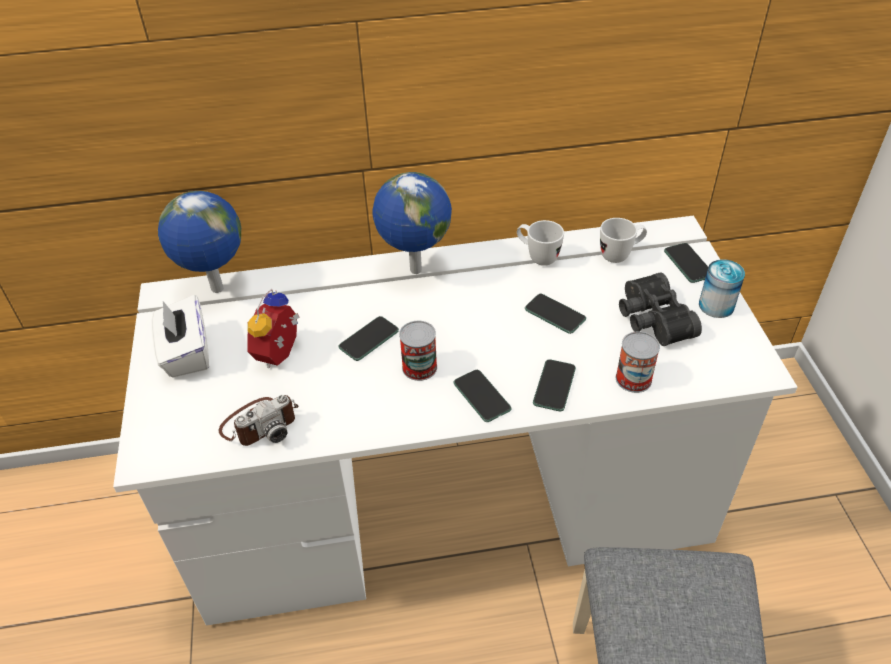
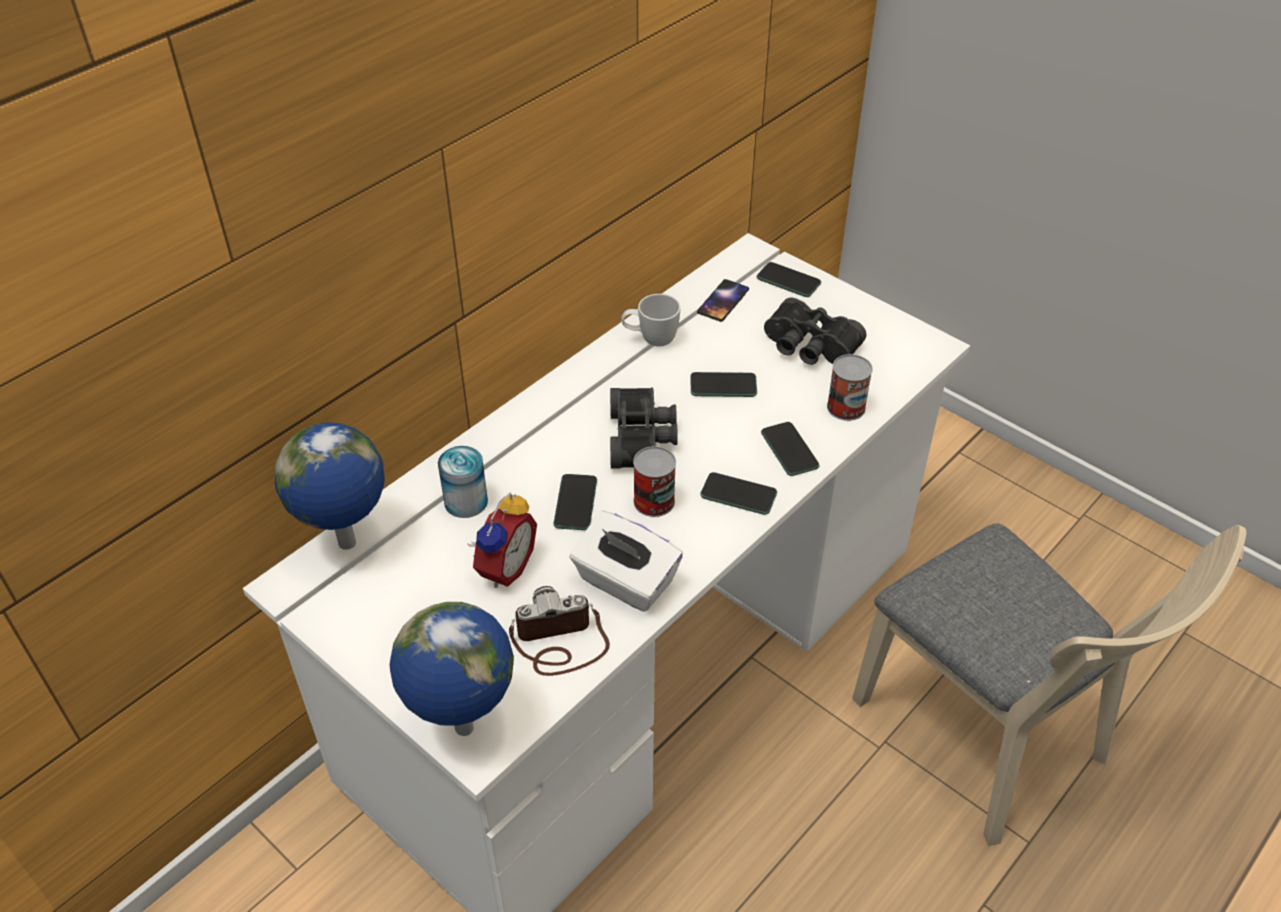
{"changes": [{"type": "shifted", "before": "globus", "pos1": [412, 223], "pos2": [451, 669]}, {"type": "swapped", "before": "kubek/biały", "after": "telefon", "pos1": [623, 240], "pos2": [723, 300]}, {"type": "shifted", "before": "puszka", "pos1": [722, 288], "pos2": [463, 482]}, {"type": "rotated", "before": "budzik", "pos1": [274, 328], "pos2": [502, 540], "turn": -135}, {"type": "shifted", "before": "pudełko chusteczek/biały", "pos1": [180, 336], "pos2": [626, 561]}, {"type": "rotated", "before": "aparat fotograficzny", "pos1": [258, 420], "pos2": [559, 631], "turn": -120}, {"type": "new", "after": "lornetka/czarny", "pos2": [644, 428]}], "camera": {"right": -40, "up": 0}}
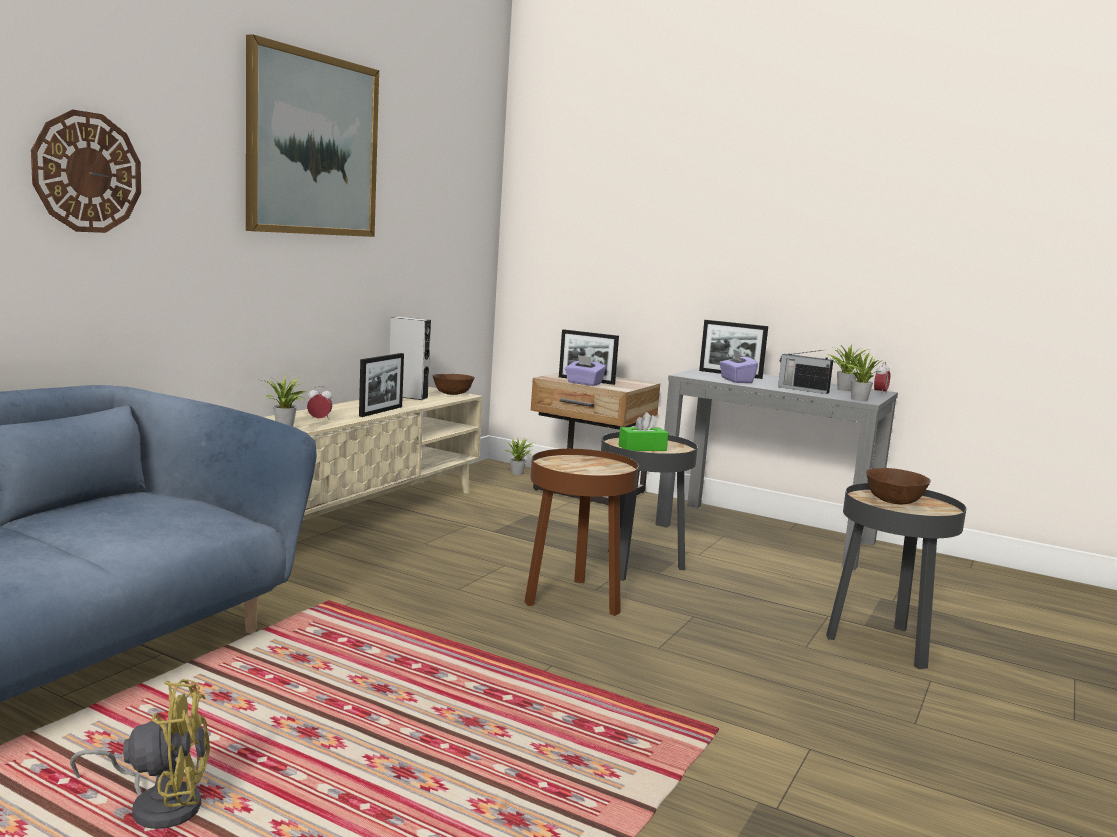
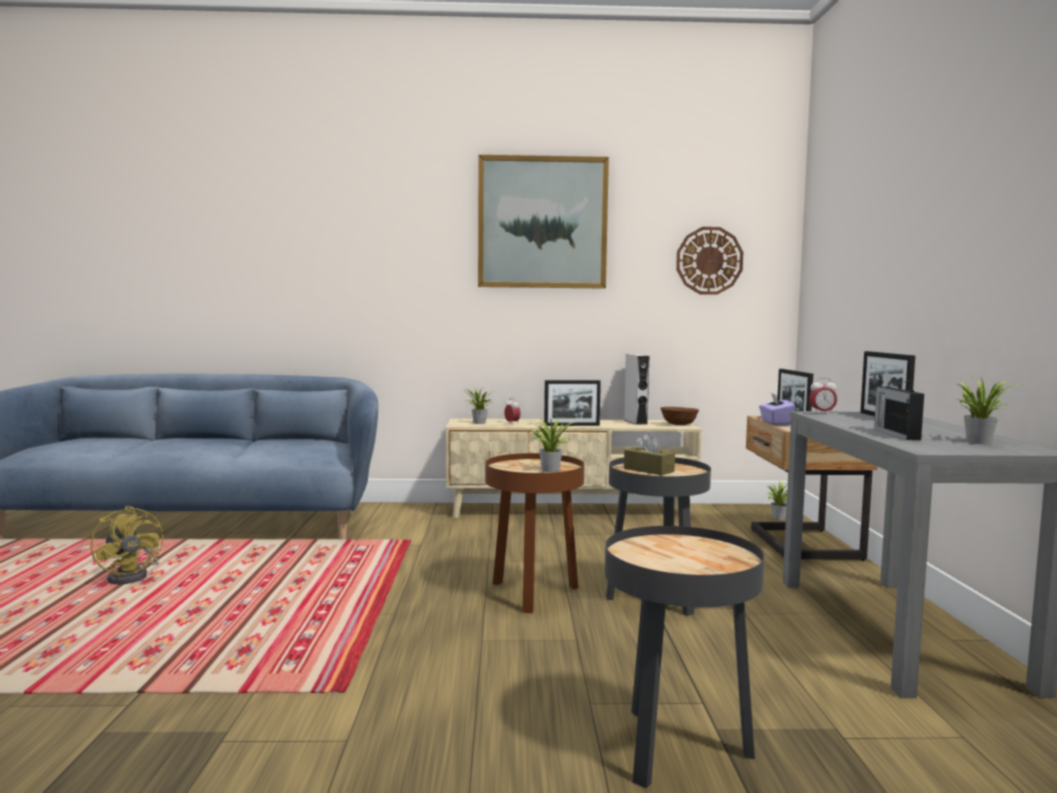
{"changes": [{"type": "shifted", "before": "zegar ścienny", "pos1": [86, 171], "pos2": [709, 261]}, {"type": "gone", "before": "pudełko chusteczek/fioletowy", "pos1": [738, 366]}, {"type": "shifted", "before": "roślina doniczkowa", "pos1": [863, 377], "pos2": [553, 445]}, {"type": "shifted", "before": "budzik", "pos1": [882, 378], "pos2": [823, 396]}, {"type": "repainted", "before": "pudełko chusteczek/zielony", "after": "pudełko chusteczek/brązowy", "pos1": [643, 431], "pos2": [649, 454]}, {"type": "gone", "before": "miska/brązowy", "pos1": [898, 486]}], "camera": {"right": 60, "up": -5}}
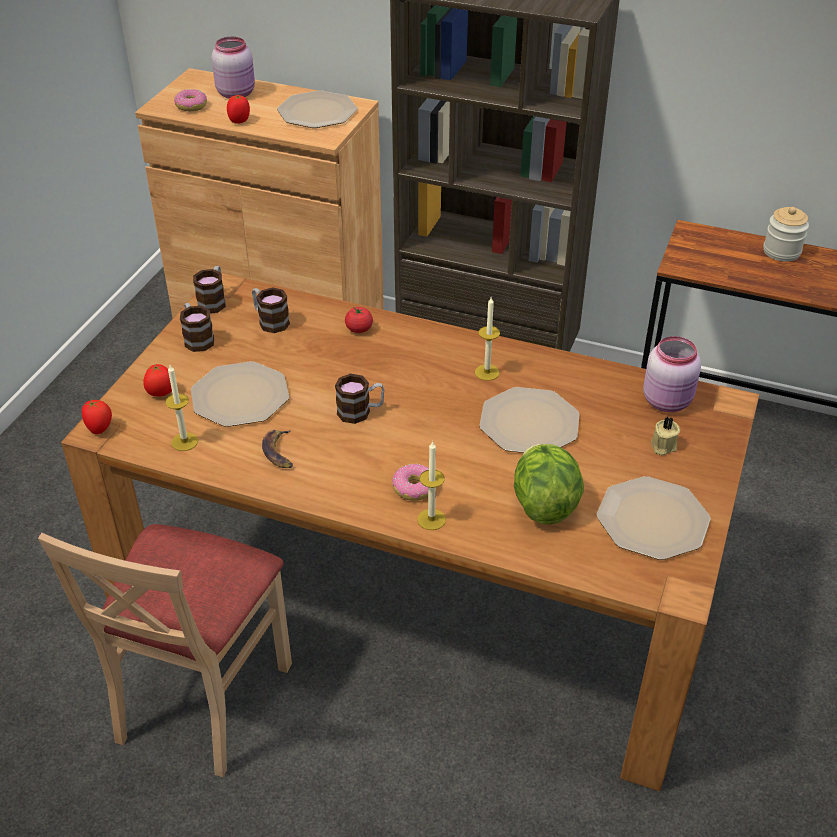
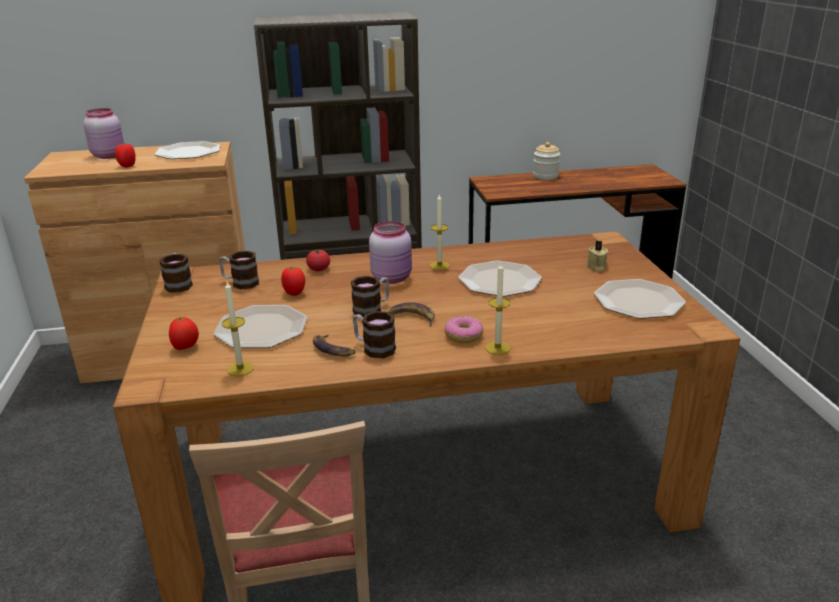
{"changes": [{"type": "gone", "before": "donut", "pos1": [190, 100]}, {"type": "shifted", "before": "kubek", "pos1": [197, 327], "pos2": [374, 334]}, {"type": "shifted", "before": "słoik/różowy", "pos1": [672, 374], "pos2": [390, 252]}, {"type": "shifted", "before": "pomidor", "pos1": [97, 417], "pos2": [293, 281]}, {"type": "gone", "before": "sałata", "pos1": [549, 484]}, {"type": "new", "after": "banan", "pos2": [411, 314]}], "camera": {"right": -30, "up": -15}}
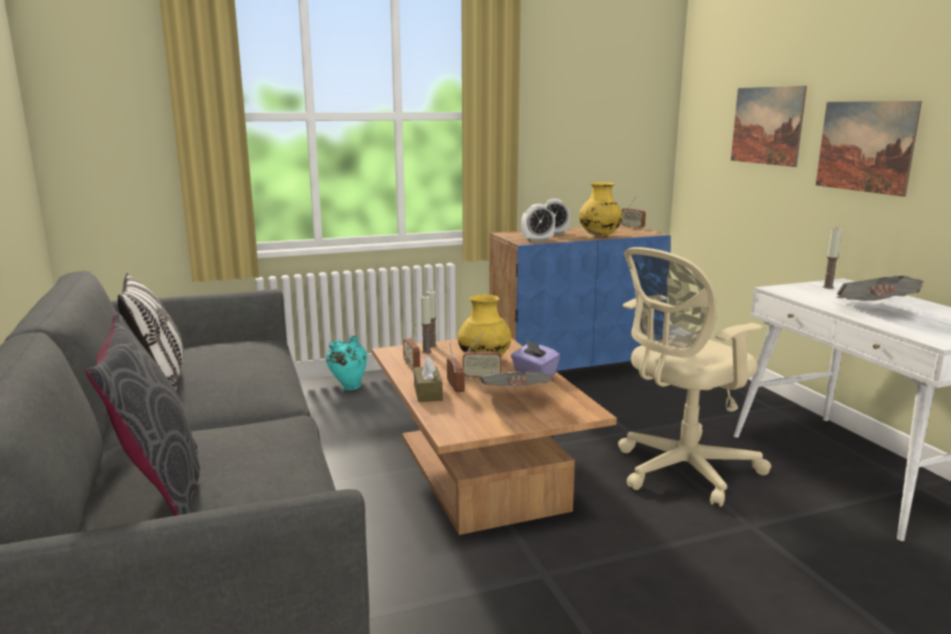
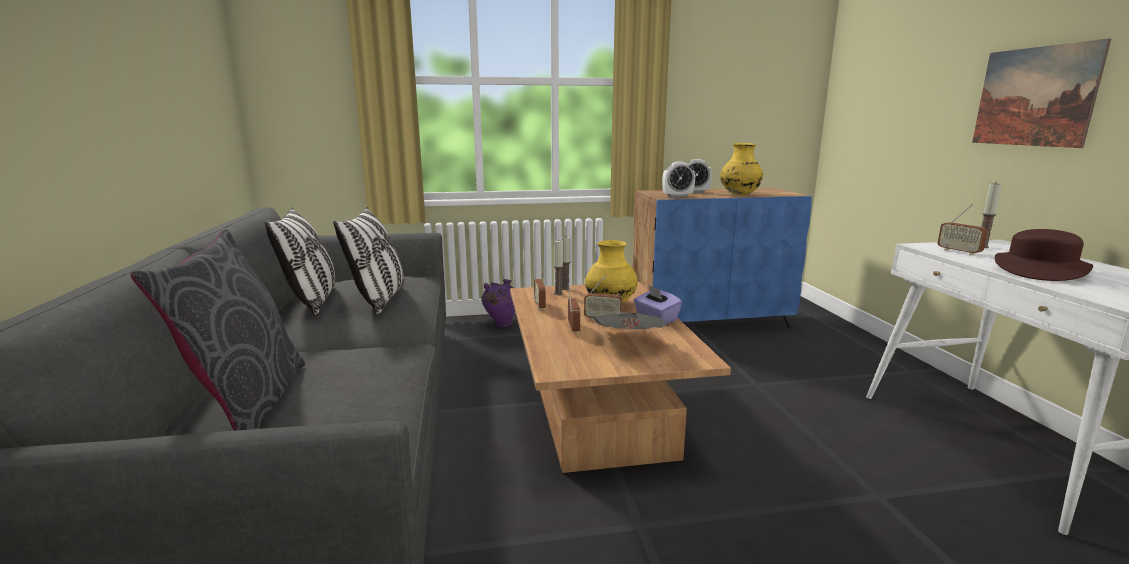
{"changes": [{"type": "gone", "before": "obraz", "pos1": [769, 126]}, {"type": "shifted", "before": "radio", "pos1": [633, 212], "pos2": [963, 229]}, {"type": "gone", "before": "krzesło biurowe/beżowy", "pos1": [694, 377]}, {"type": "swapped", "before": "gazeta", "after": "kapelusz/brązowy", "pos1": [880, 288], "pos2": [1044, 255]}, {"type": "repainted", "before": "wazon/turkusowy", "after": "wazon/fioletowy", "pos1": [346, 363], "pos2": [498, 303]}, {"type": "gone", "before": "pudełko chusteczek/brązowy", "pos1": [428, 379]}, {"type": "new", "after": "poduszka", "pos2": [368, 261]}], "camera": {"right": 10, "up": 0}}
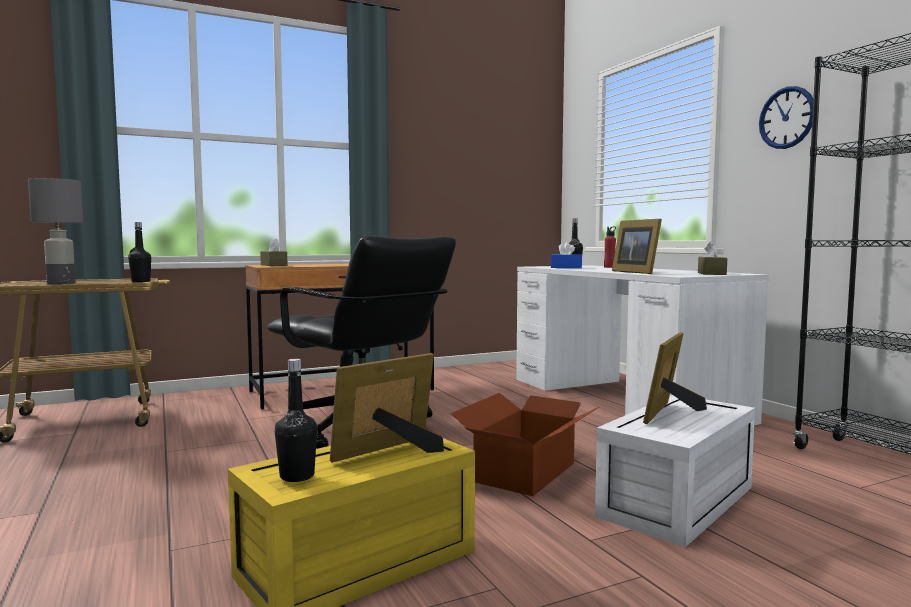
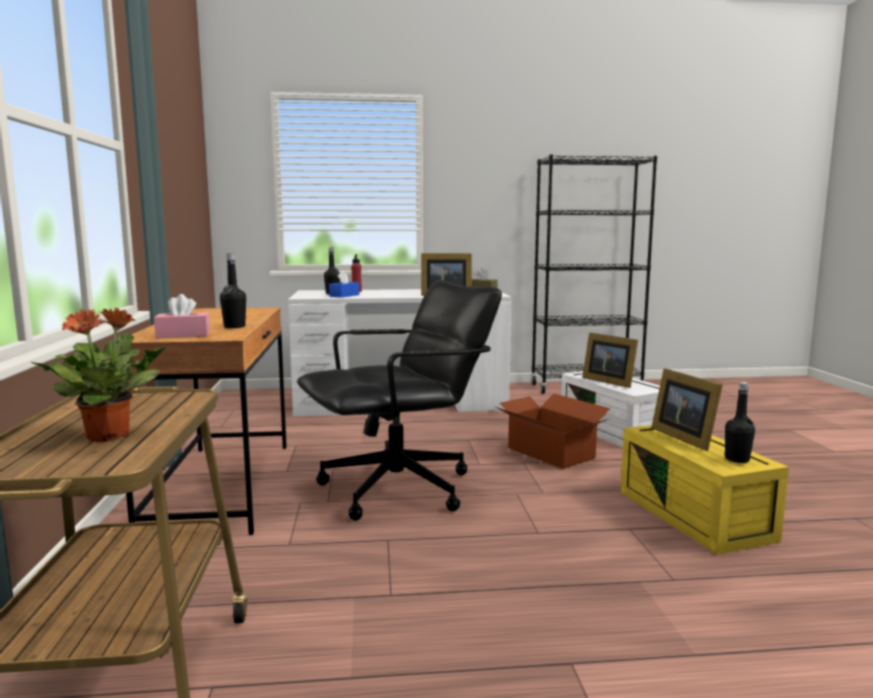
{"changes": [{"type": "gone", "before": "zegar ścienny", "pos1": [786, 117]}, {"type": "swapped", "before": "lampa stołowa/szary", "after": "roślina doniczkowa", "pos1": [55, 231], "pos2": [98, 375]}, {"type": "shifted", "before": "butelka/czarny", "pos1": [139, 252], "pos2": [233, 291]}, {"type": "repainted", "before": "pudełko chusteczek/brązowy", "after": "pudełko chusteczek/różowy", "pos1": [274, 252], "pos2": [182, 316]}], "camera": {"right": -70, "up": 5}}
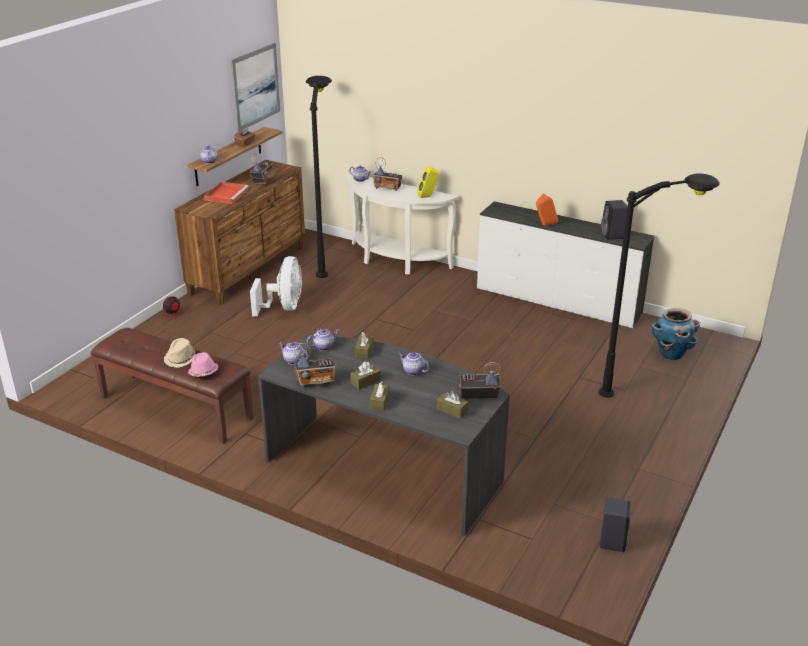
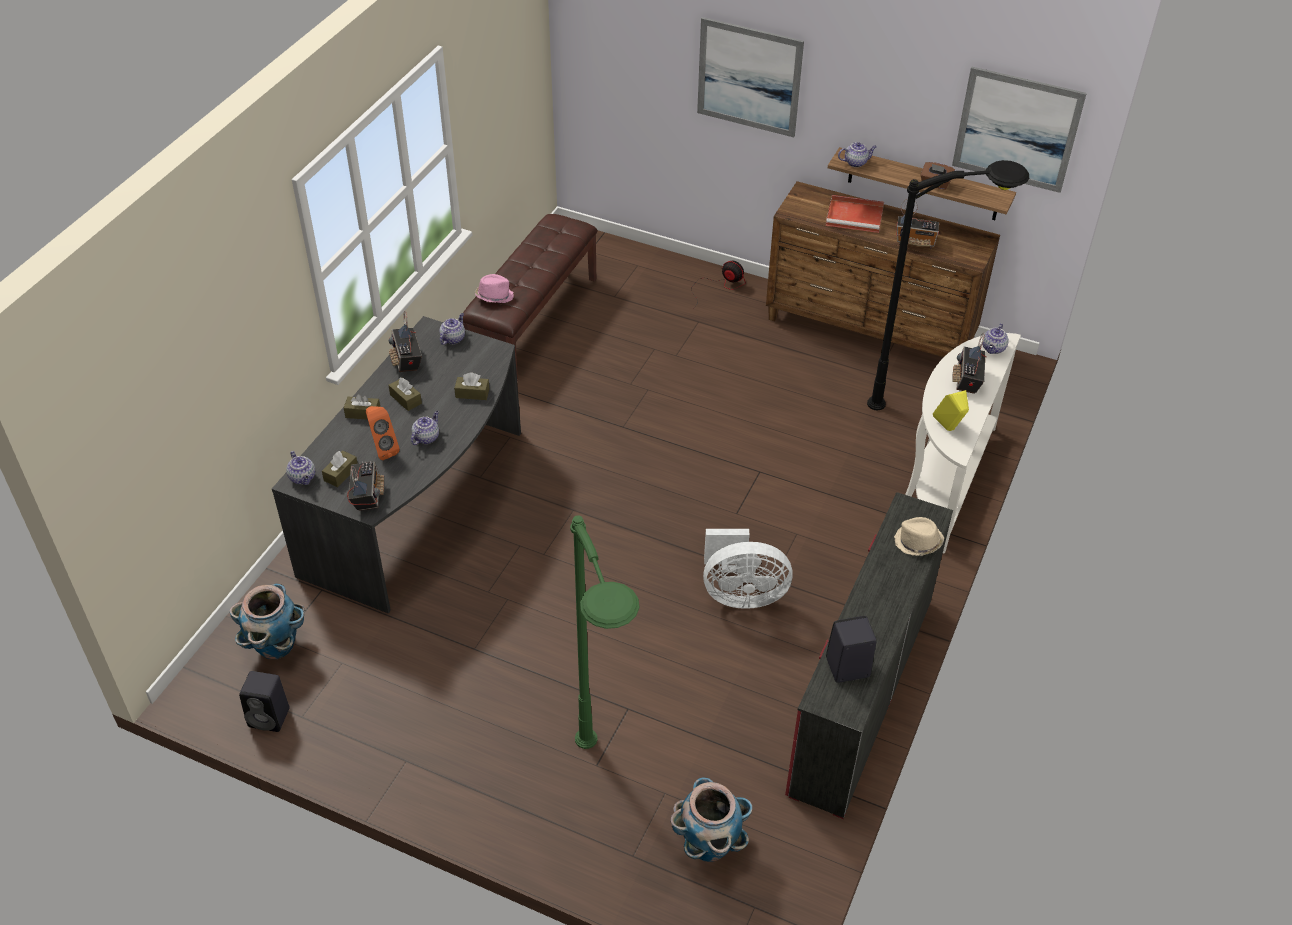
{"changes": [{"type": "repainted", "before": "lampa stojąca/czarny", "after": "lampa stojąca/zielony", "pos1": [659, 286], "pos2": [605, 632]}, {"type": "shifted", "before": "głośnik/pomarańczowy", "pos1": [547, 209], "pos2": [383, 433]}, {"type": "repainted", "before": "komoda/biały", "after": "komoda/czerwony", "pos1": [566, 264], "pos2": [869, 655]}, {"type": "shifted", "before": "wentylator/biały", "pos1": [276, 286], "pos2": [748, 569]}, {"type": "shifted", "before": "imbryk", "pos1": [323, 340], "pos2": [300, 468]}, {"type": "shifted", "before": "kapelusz/beżowy", "pos1": [180, 353], "pos2": [919, 536]}, {"type": "new", "after": "obraz", "pos2": [750, 77]}, {"type": "new", "after": "donica", "pos2": [267, 621]}], "camera": {"right": 85, "up": 15}}
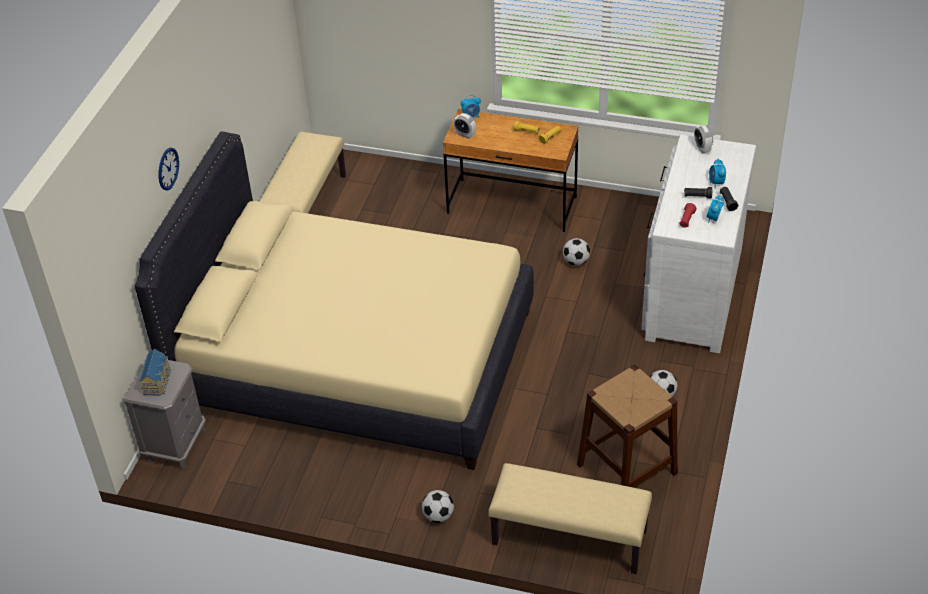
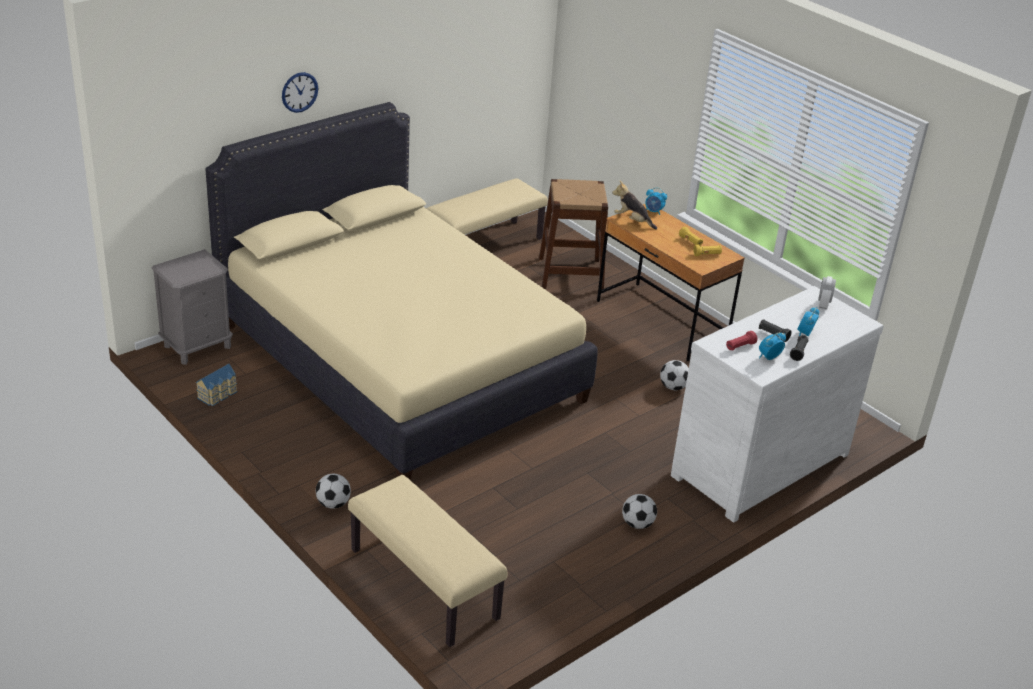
{"changes": [{"type": "swapped", "before": "budzik", "after": "pluszak", "pos1": [465, 126], "pos2": [634, 205]}, {"type": "shifted", "before": "domek", "pos1": [155, 372], "pos2": [216, 385]}, {"type": "shifted", "before": "stołek/brązowy", "pos1": [627, 426], "pos2": [573, 234]}], "camera": {"right": 30, "up": -10}}
